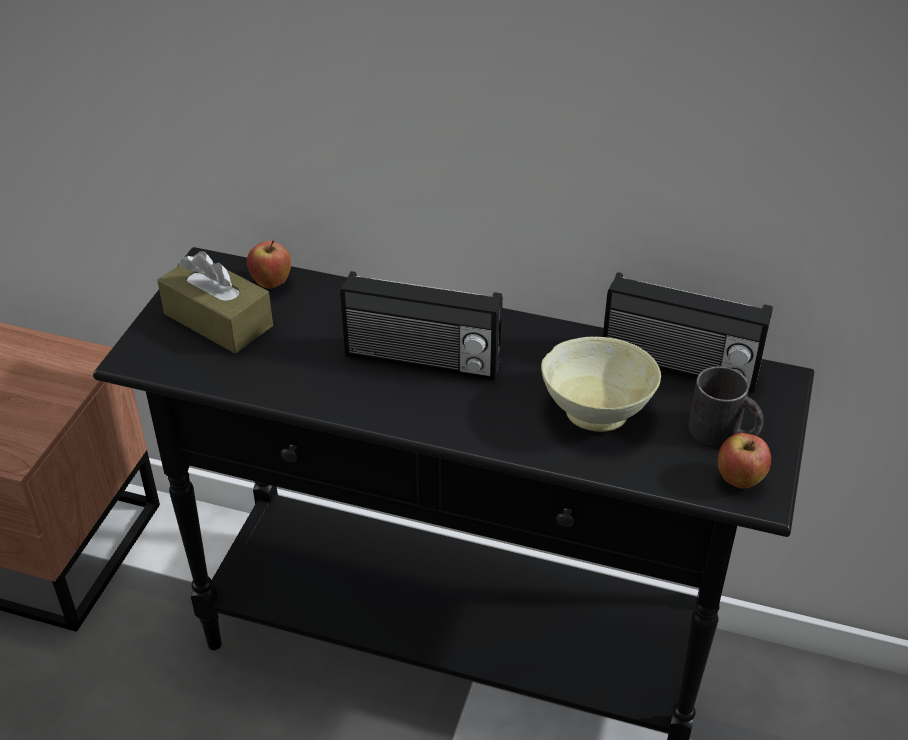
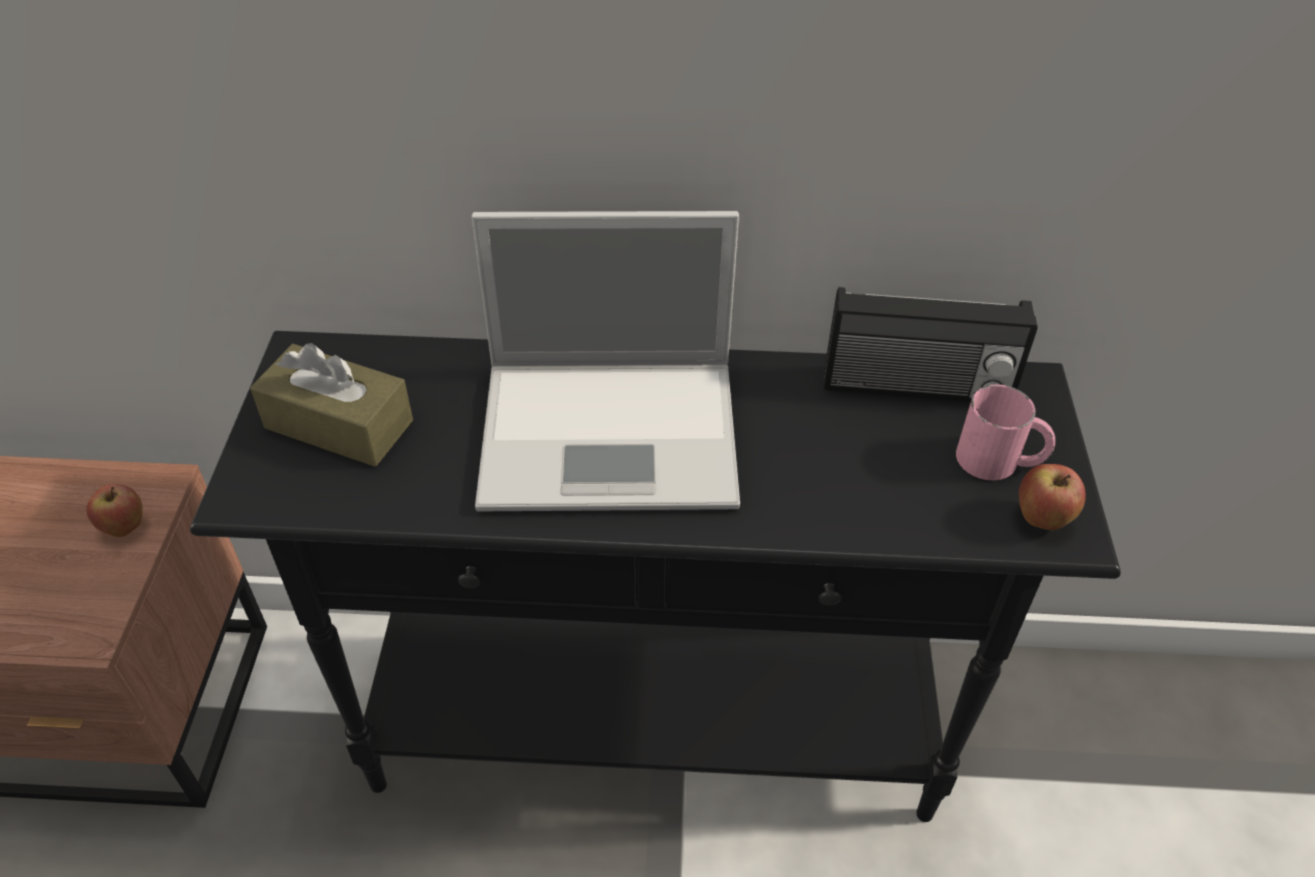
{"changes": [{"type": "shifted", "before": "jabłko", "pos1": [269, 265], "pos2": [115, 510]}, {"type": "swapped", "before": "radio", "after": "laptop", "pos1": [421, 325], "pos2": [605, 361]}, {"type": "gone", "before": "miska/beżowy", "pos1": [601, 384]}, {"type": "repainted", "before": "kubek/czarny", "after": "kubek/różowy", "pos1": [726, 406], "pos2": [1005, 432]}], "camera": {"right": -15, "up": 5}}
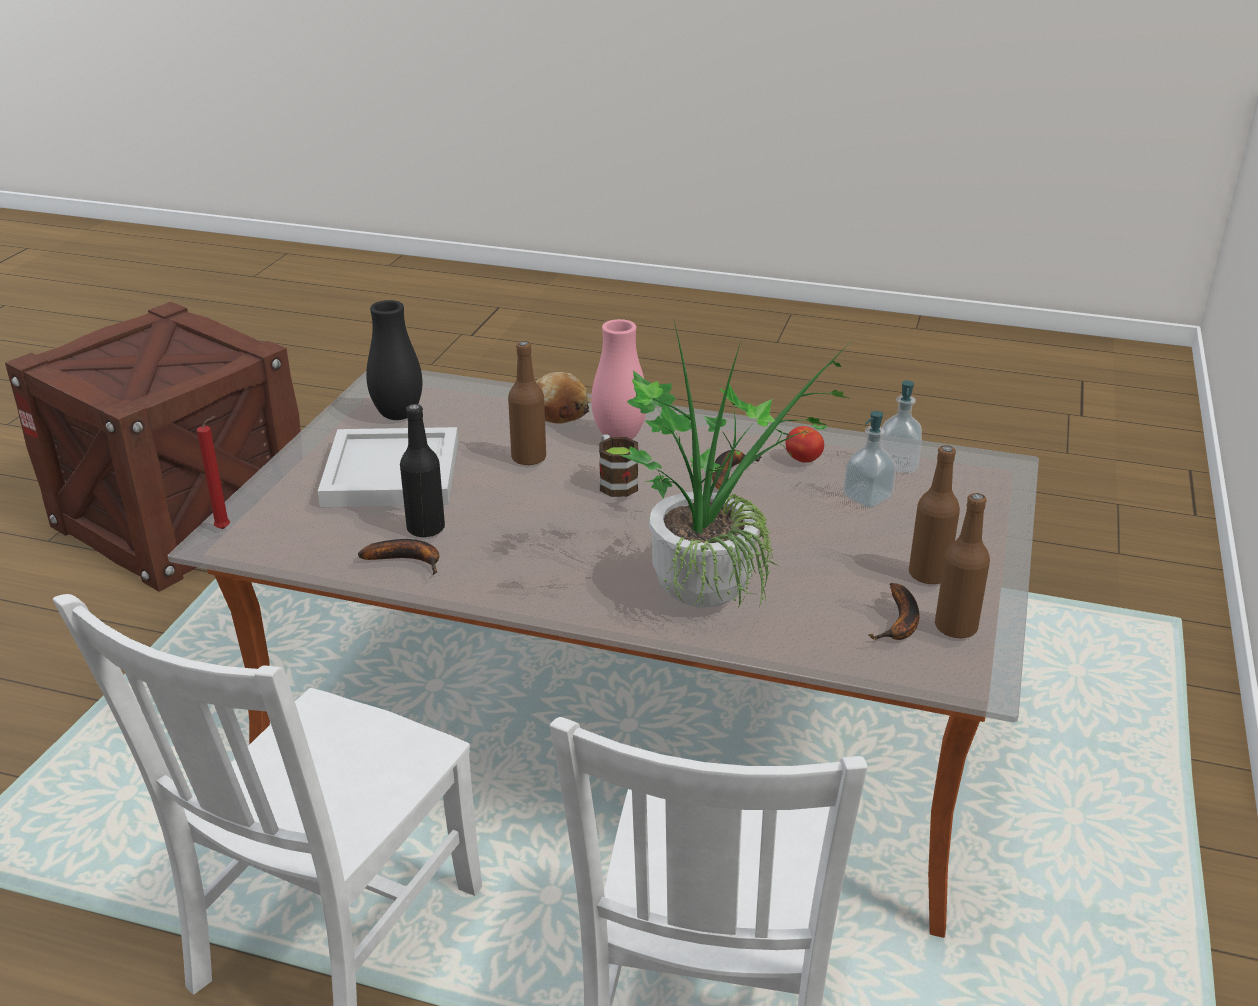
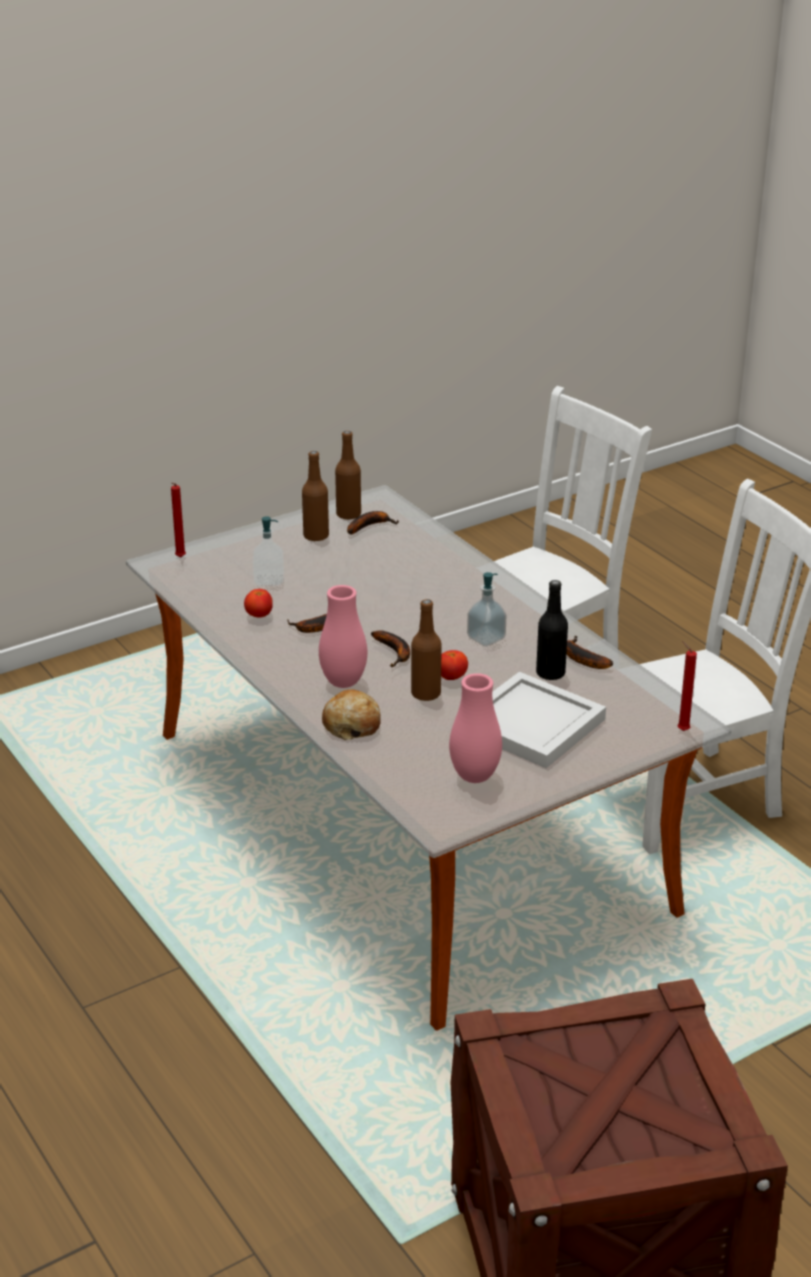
{"changes": [{"type": "repainted", "before": "wazon/czarny", "after": "wazon/różowy", "pos1": [394, 360], "pos2": [475, 728]}, {"type": "gone", "before": "roślina doniczkowa", "pos1": [735, 463]}, {"type": "shifted", "before": "dozownik mydła", "pos1": [901, 426], "pos2": [486, 609]}, {"type": "swapped", "before": "kubek", "after": "banan", "pos1": [618, 465], "pos2": [390, 648]}, {"type": "new", "after": "świeca/czerwony", "pos2": [178, 520]}, {"type": "new", "after": "pomidor", "pos2": [454, 665]}], "camera": {"right": -140, "up": 0}}
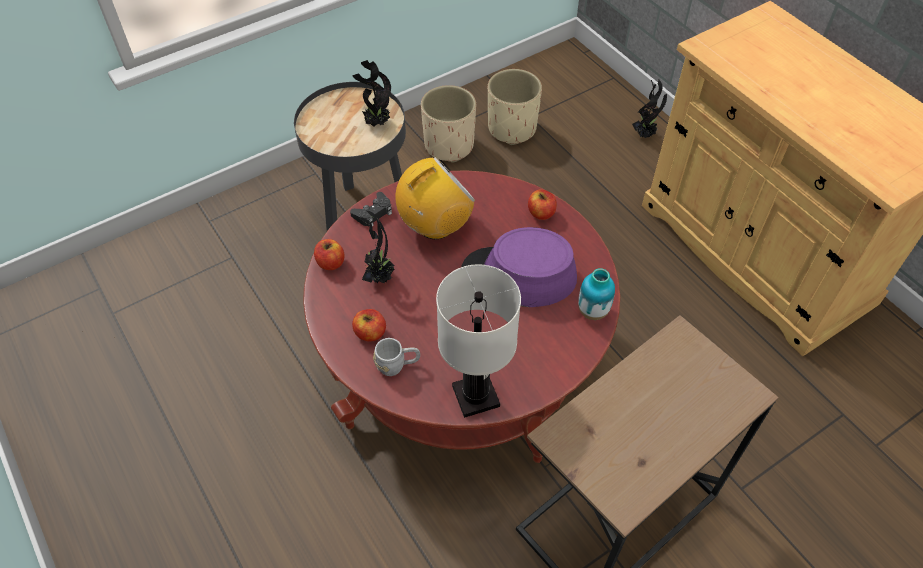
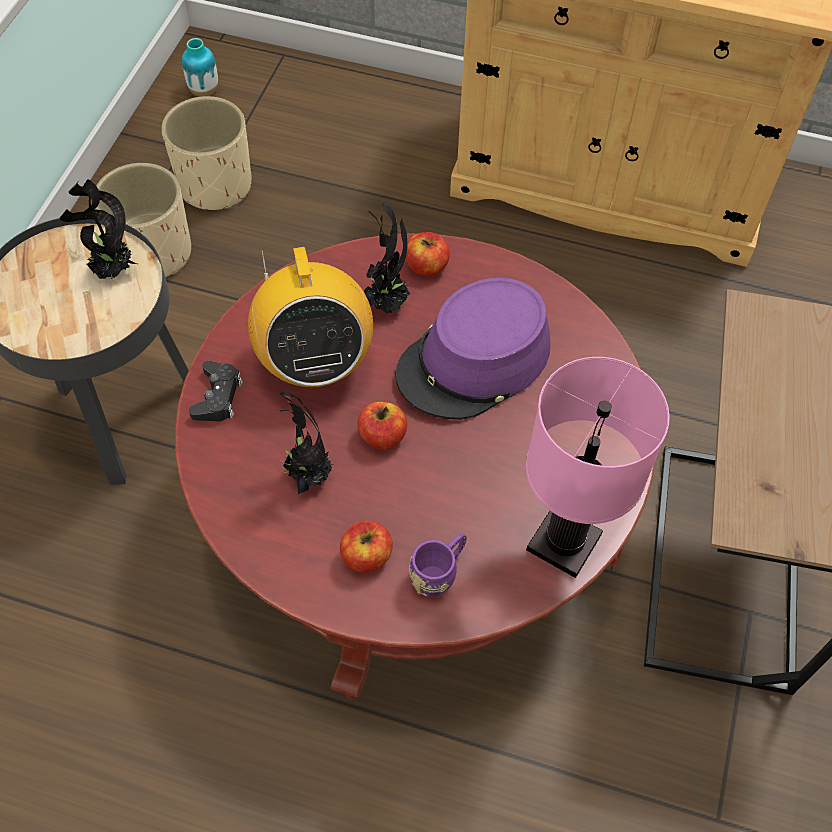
{"changes": [{"type": "shifted", "before": "roślina doniczkowa", "pos1": [649, 109], "pos2": [386, 258]}, {"type": "rotated", "before": "radio", "pos1": [435, 198], "pos2": [310, 317], "turn": 150}, {"type": "shifted", "before": "jabłko", "pos1": [329, 254], "pos2": [382, 425]}, {"type": "repainted", "before": "lampa stołowa/biały", "after": "lampa stołowa/różowy", "pos1": [478, 341], "pos2": [598, 467]}, {"type": "shifted", "before": "wazon", "pos1": [596, 294], "pos2": [200, 67]}, {"type": "repainted", "before": "kubek/szary", "after": "kubek/fioletowy", "pos1": [396, 357], "pos2": [438, 564]}], "camera": {"right": -40, "up": 5}}
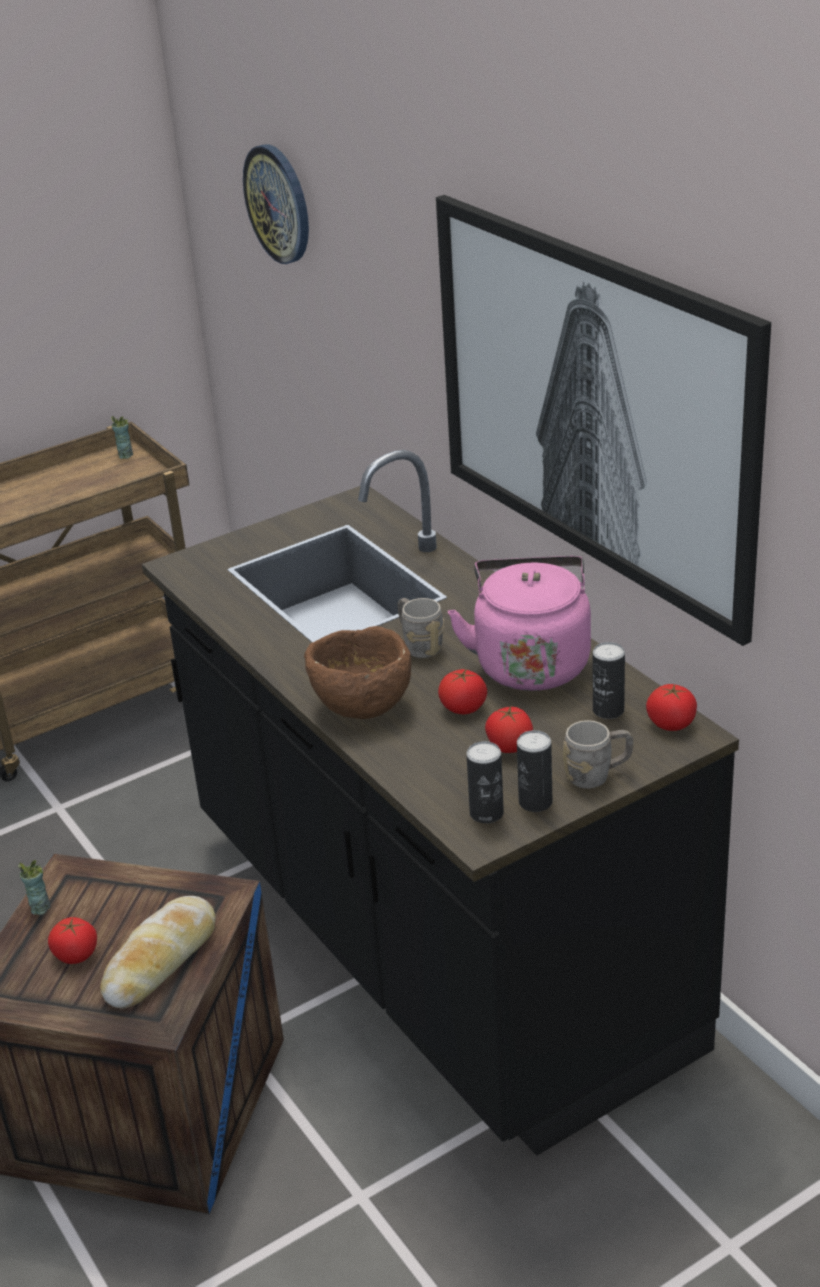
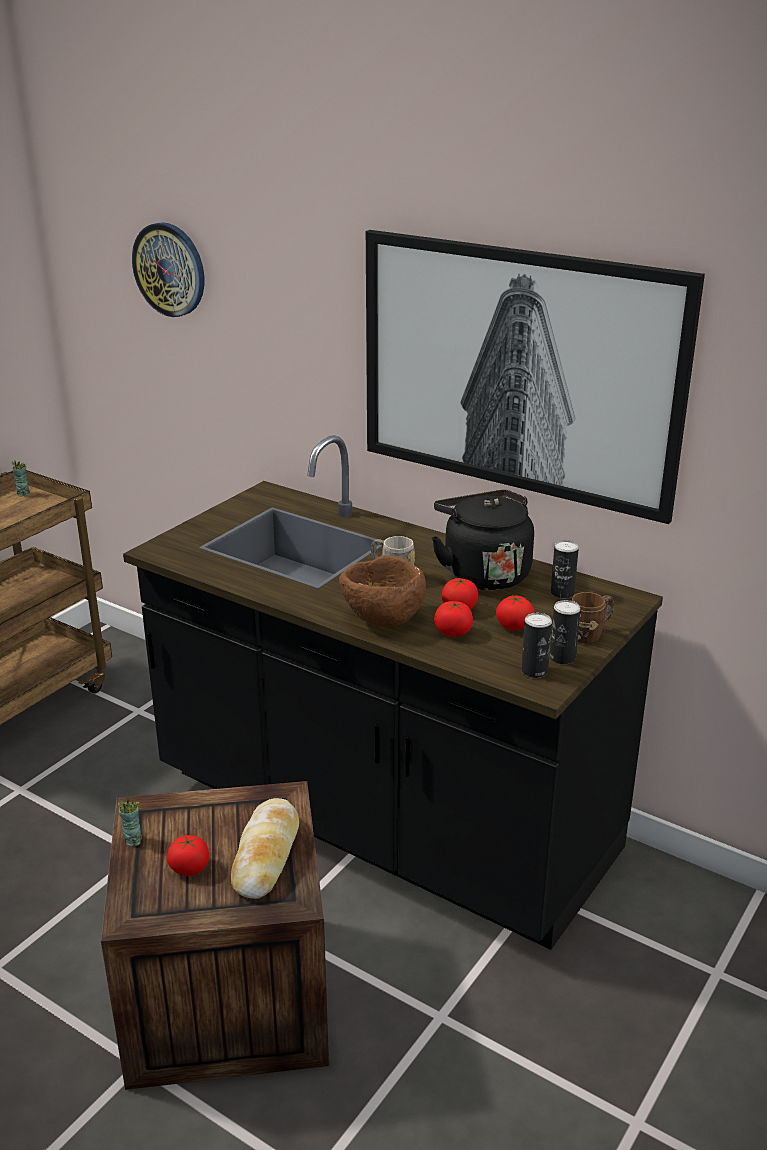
{"changes": [{"type": "repainted", "before": "czajnik/różowy", "after": "czajnik/czarny", "pos1": [519, 623], "pos2": [482, 540]}, {"type": "shifted", "before": "pomidor", "pos1": [671, 707], "pos2": [453, 619]}, {"type": "repainted", "before": "kubek/szary", "after": "kubek/brązowy", "pos1": [598, 754], "pos2": [592, 617]}], "camera": {"right": -25, "up": -5}}
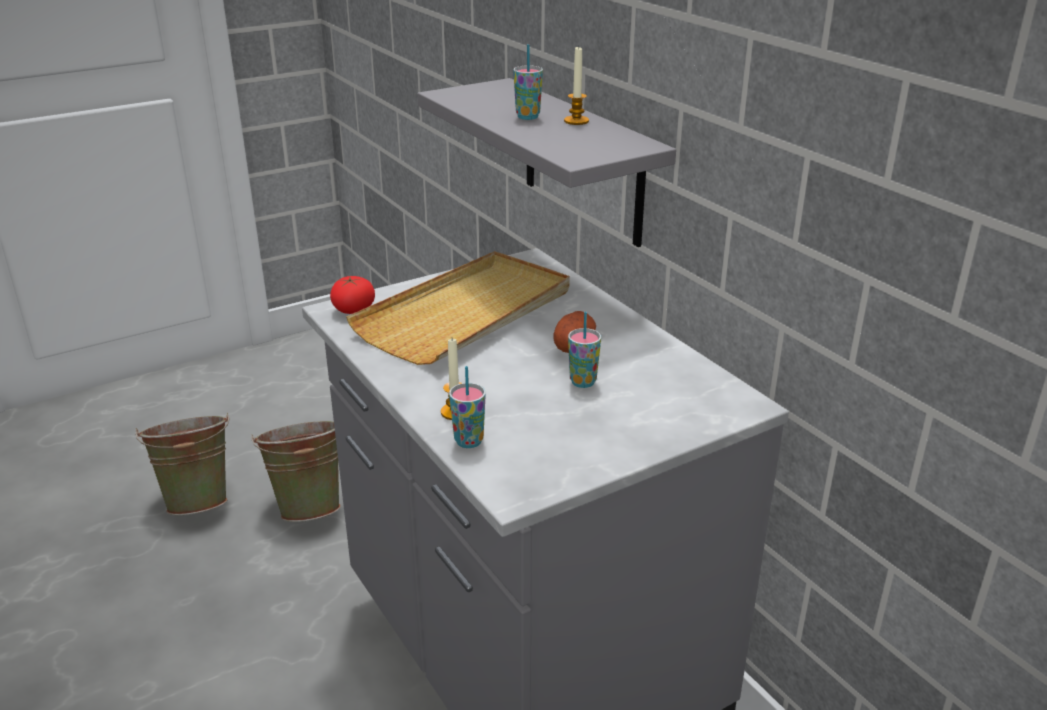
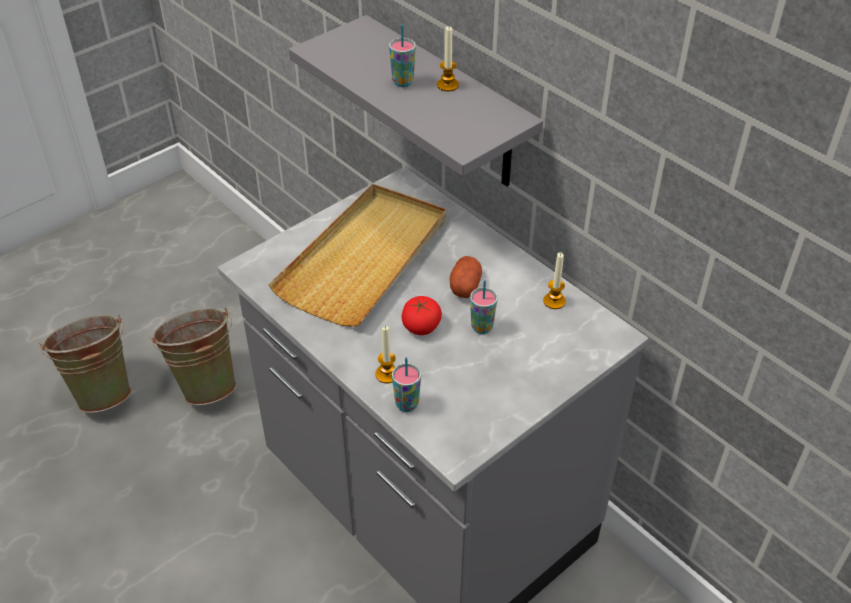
{"changes": [{"type": "shifted", "before": "pomidor", "pos1": [352, 295], "pos2": [422, 315]}, {"type": "new", "after": "świeca", "pos2": [554, 280]}], "camera": {"right": -10, "up": 15}}
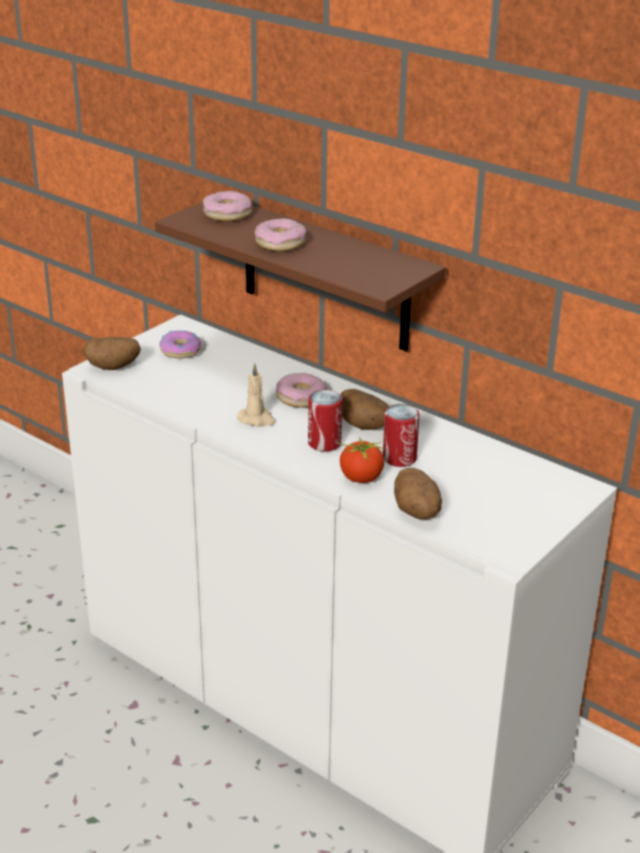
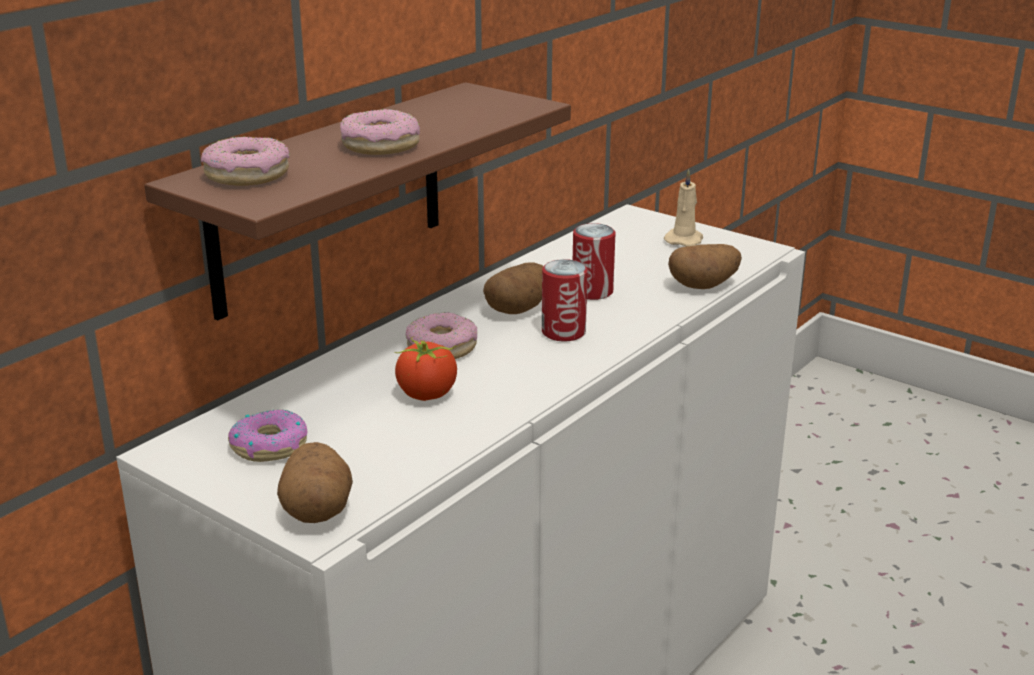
{"changes": [{"type": "shifted", "before": "świeca/beżowy", "pos1": [256, 395], "pos2": [683, 208]}, {"type": "shifted", "before": "pomidor", "pos1": [362, 460], "pos2": [425, 369]}], "camera": {"right": -90, "up": -5}}
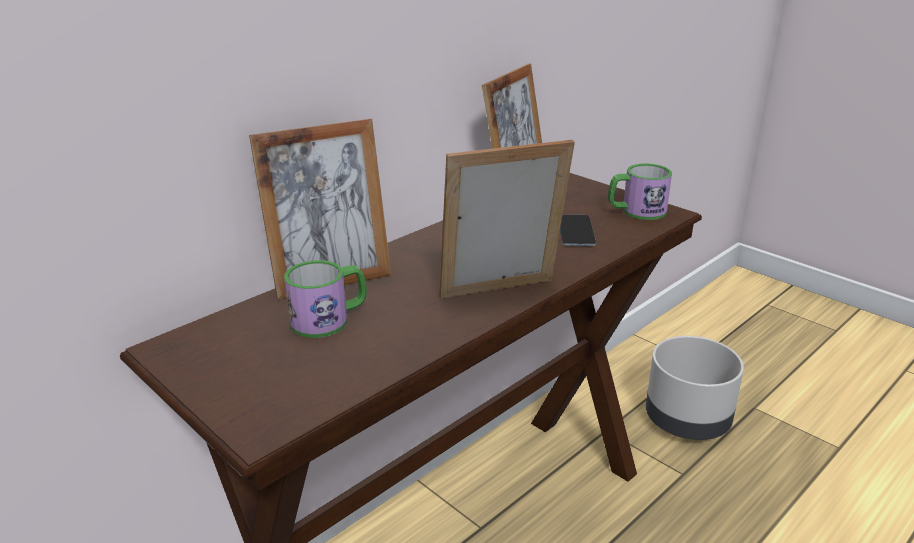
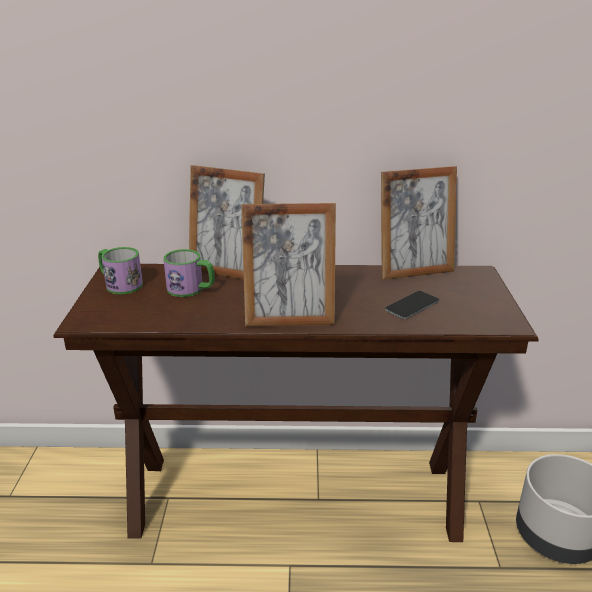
{"changes": [{"type": "rotated", "before": "ramka na zdjęcie", "pos1": [507, 219], "pos2": [288, 265], "turn": 150}, {"type": "shifted", "before": "kubek", "pos1": [640, 192], "pos2": [120, 270]}], "camera": {"right": 45, "up": 0}}
